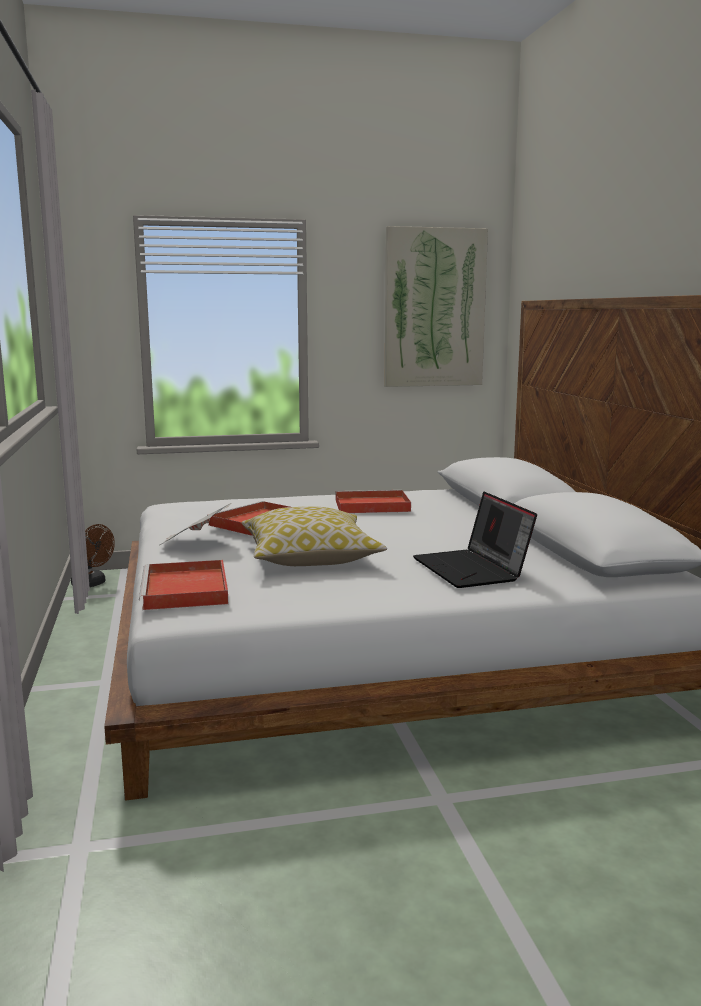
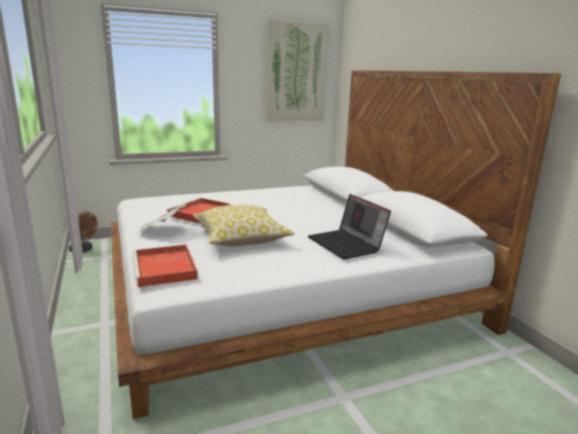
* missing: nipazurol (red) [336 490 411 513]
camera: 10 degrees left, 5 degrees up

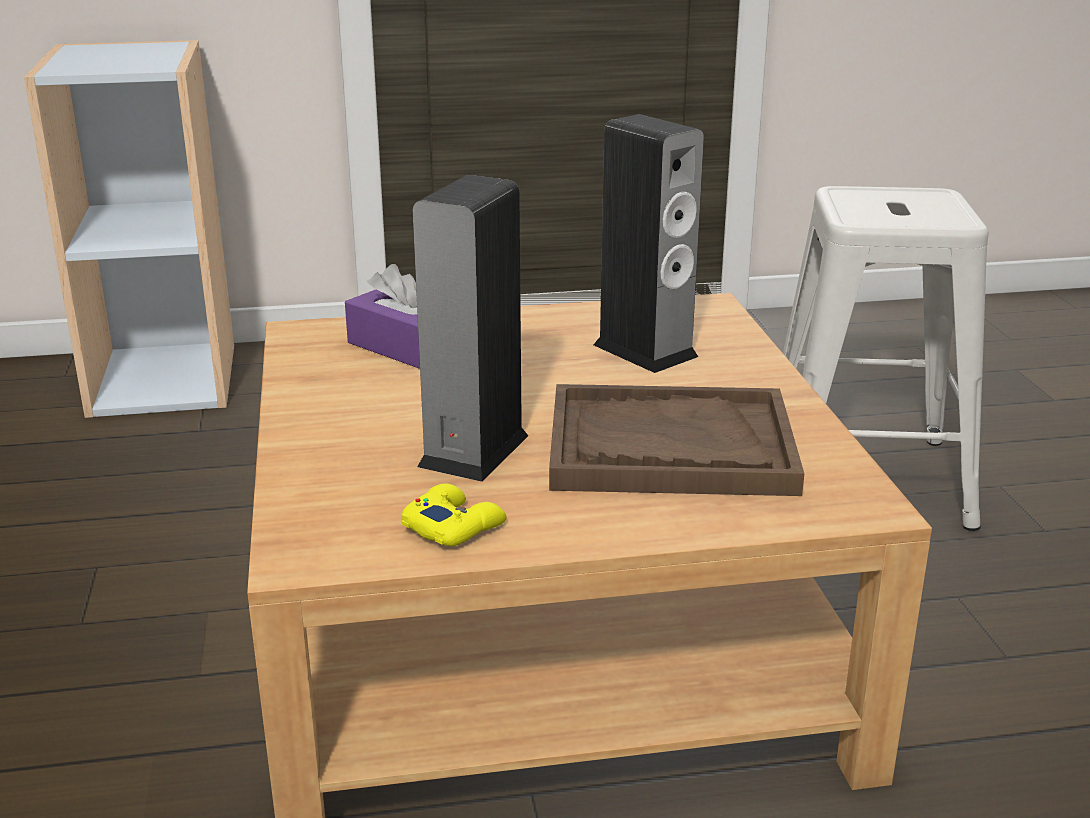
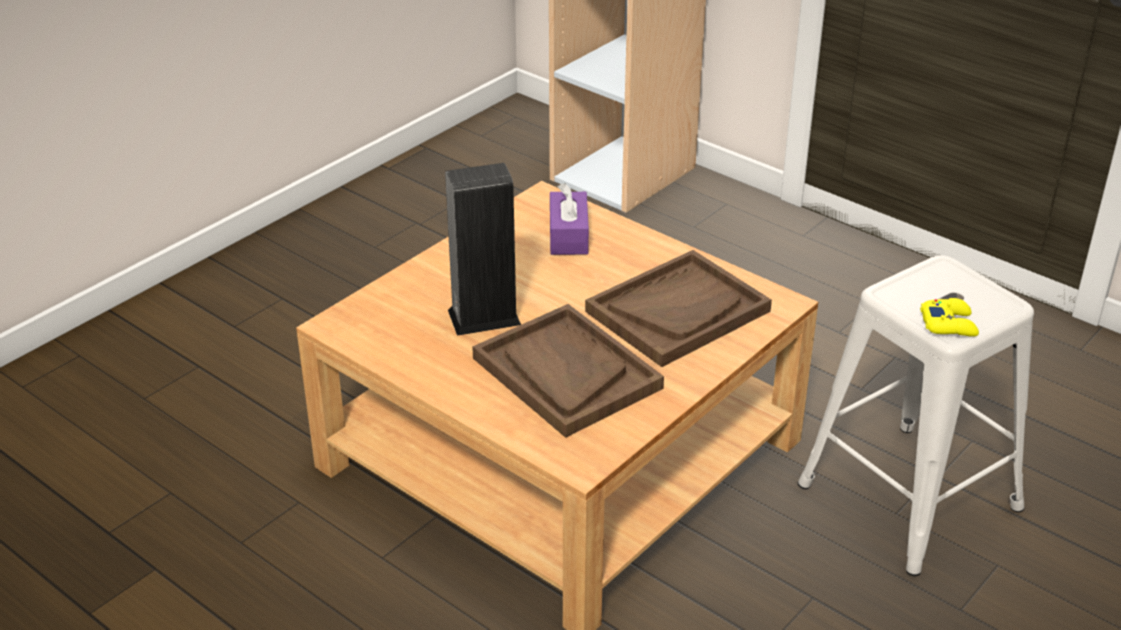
* exchanged: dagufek [593 114 704 373] to nipazurol (brown) [585 250 772 367]
* relocated: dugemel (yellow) [401 484 507 546] to [920 298 979 337]
camera: 50 degrees right, 10 degrees up

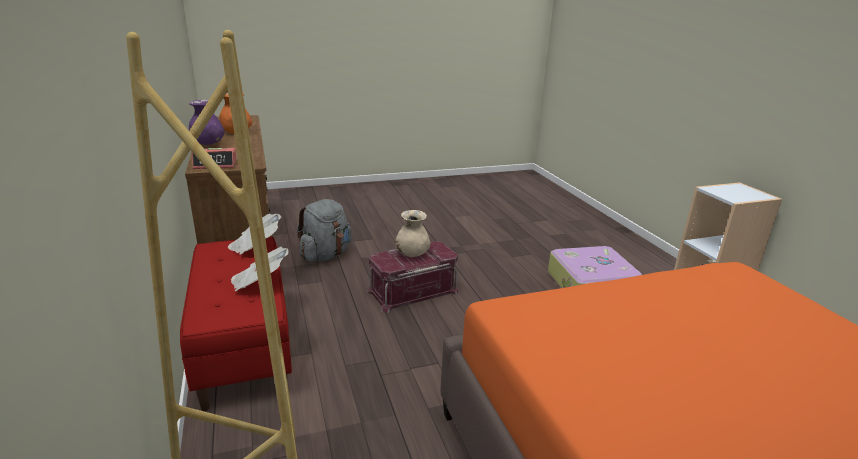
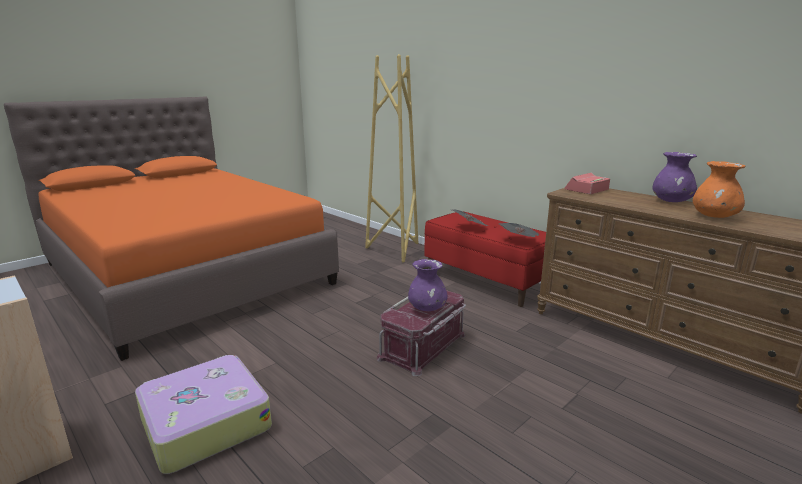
* colour: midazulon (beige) [395 210 430 257] to midazulon (purple) [408 259 448 311]
* missing: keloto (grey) [297 199 352 262]
camera: 155 degrees right, 5 degrees down

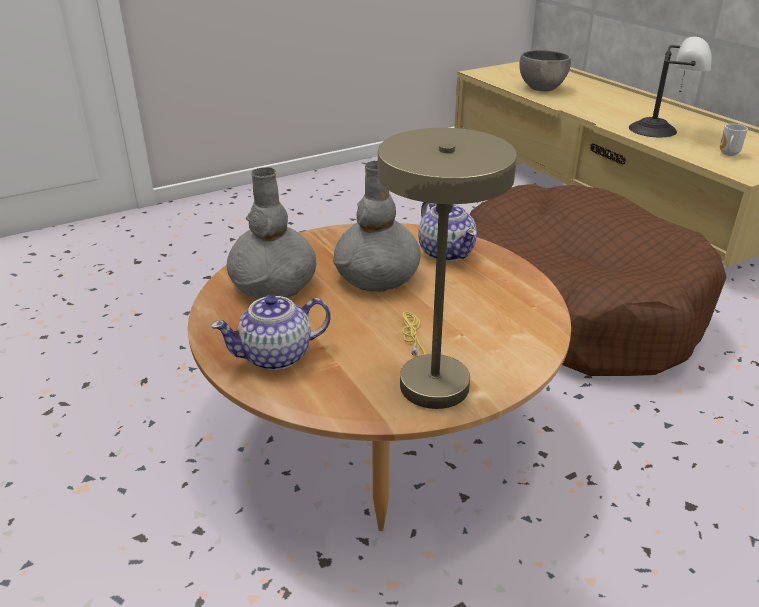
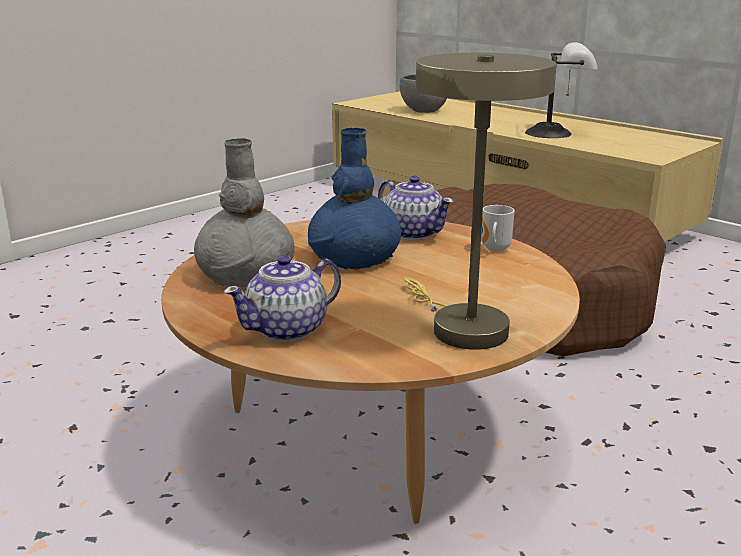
* colour: midazulon (grey) [333 161 421 292] to midazulon (blue) [308 128 401 270]
* relocated: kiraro [720 124 748 156] to [481 205 515 252]
camera: 15 degrees left, 10 degrees down

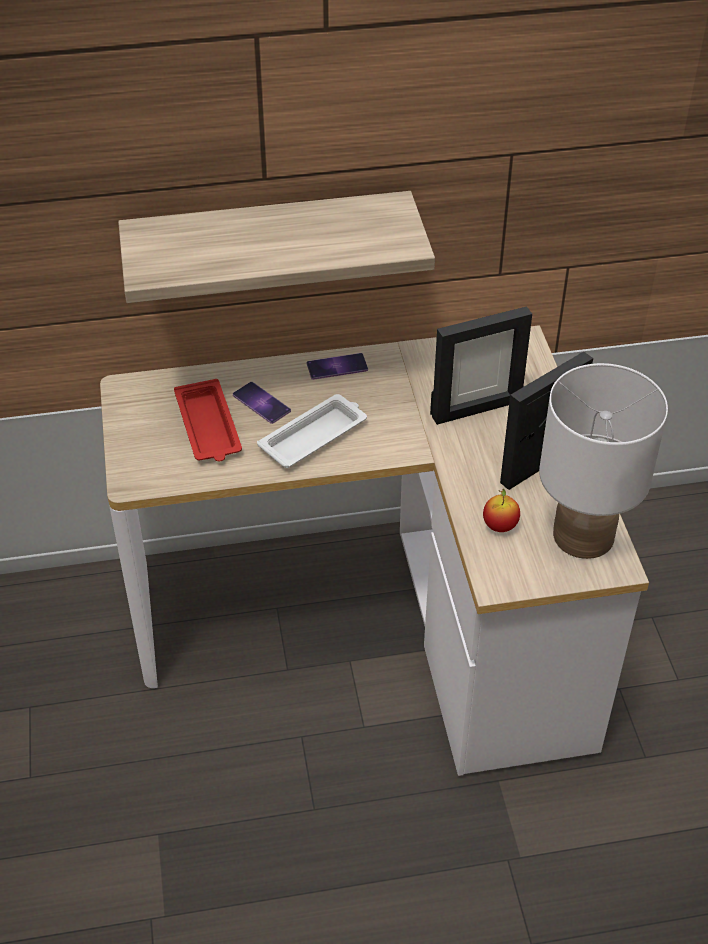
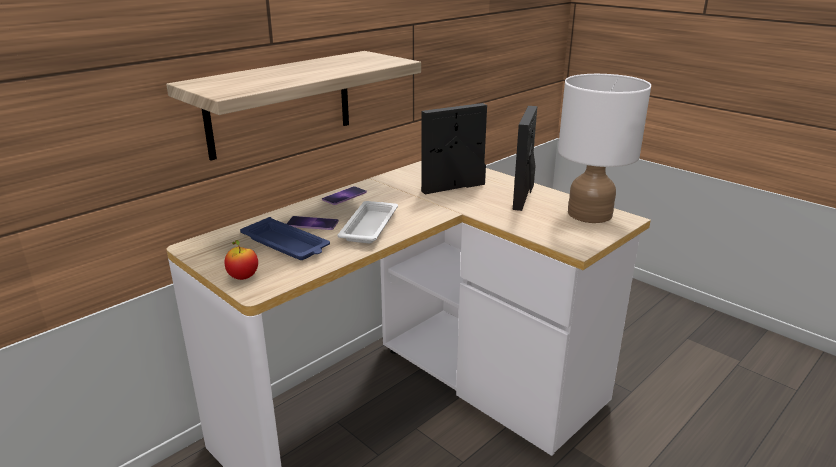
* relocated: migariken [483 489 520 532] to [225 240 258 280]
* colour: nipazurol (red) [174 379 242 462] to nipazurol (blue) [240 217 330 260]
* spun: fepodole [430 306 532 425] = [421 103 487 194] 150 degrees counterclockwise
camera: 35 degrees left, 20 degrees down

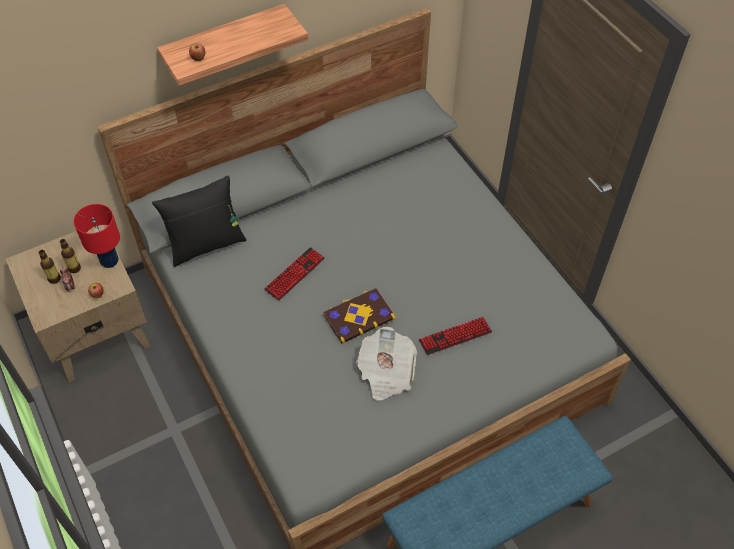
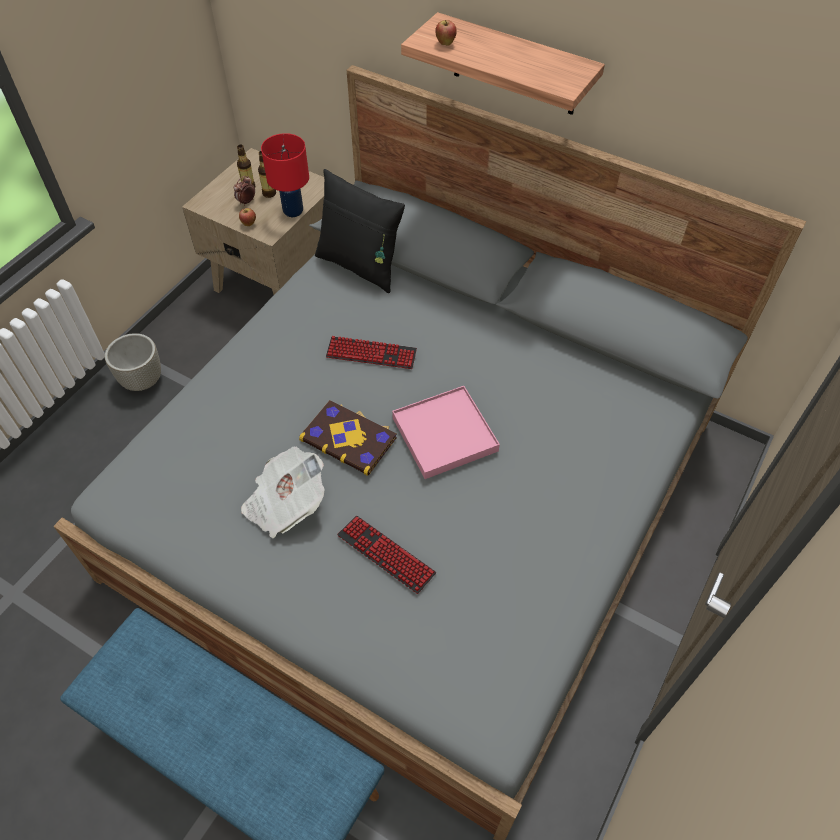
* appeared: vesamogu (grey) [105 333 161 391]
* appeared: nipazurol (pink) [392 386 500 479]
camera: 60 degrees right, 0 degrees up

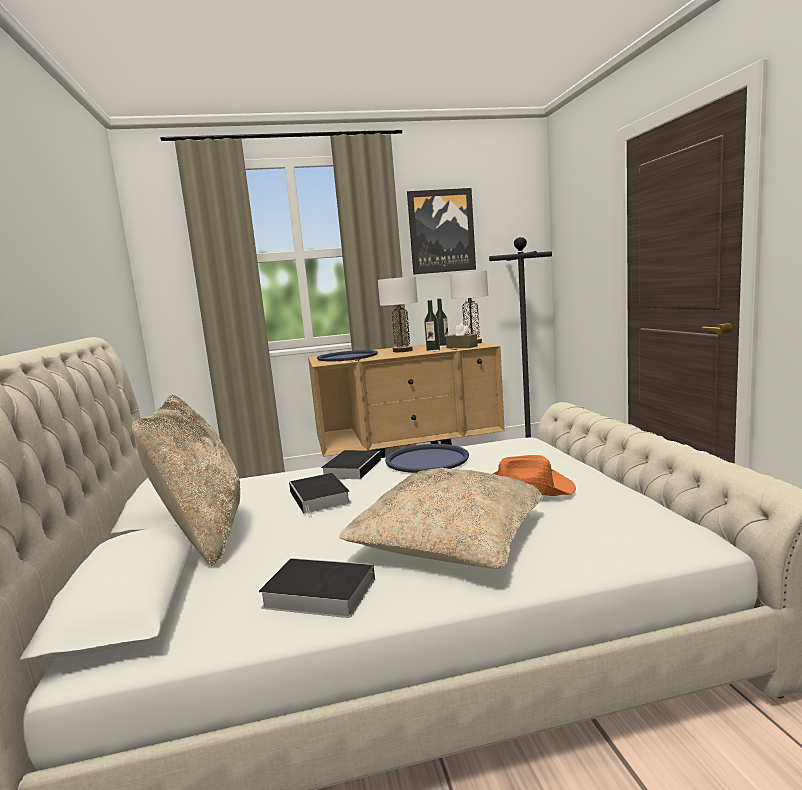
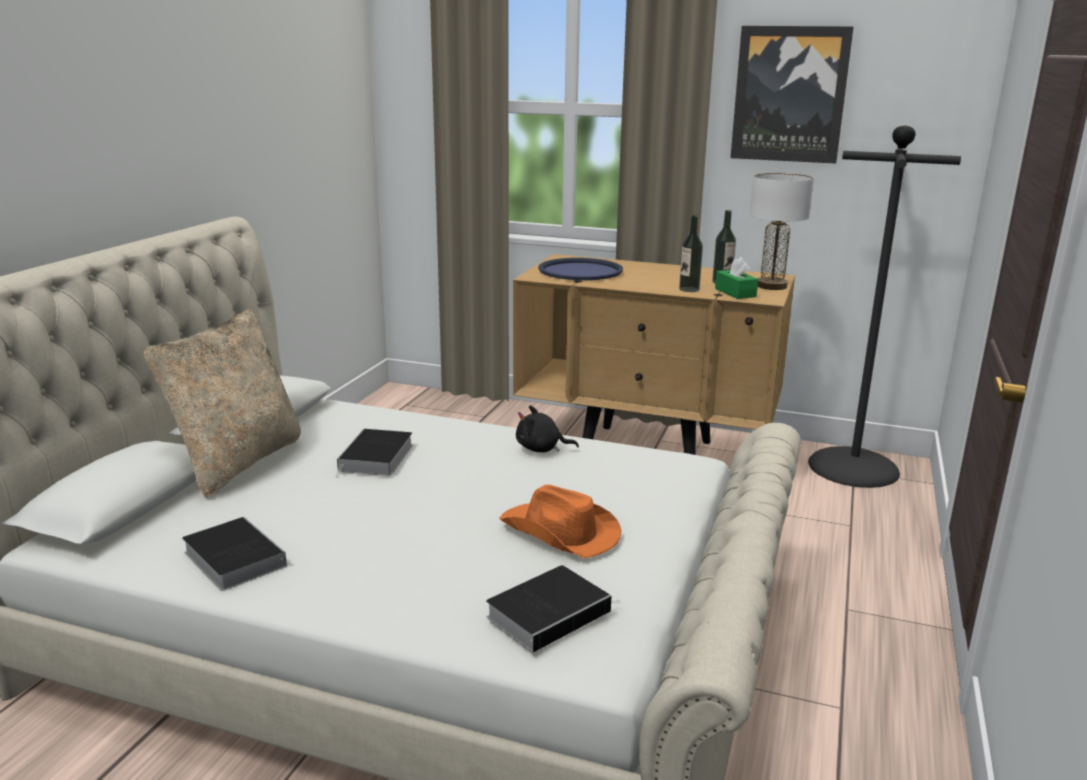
* relocated: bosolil [321 450 381 479] to [486 565 621 653]
* exchanged: nipazurol (blue) [385 444 469 473] to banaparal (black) [516 405 579 452]
* colour: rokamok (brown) [446 323 478 348] to rokamok (green) [715 257 758 299]
* missing: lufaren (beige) [339 468 543 569]
* missing: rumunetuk [378 276 418 352]
camera: 30 degrees right, 10 degrees up

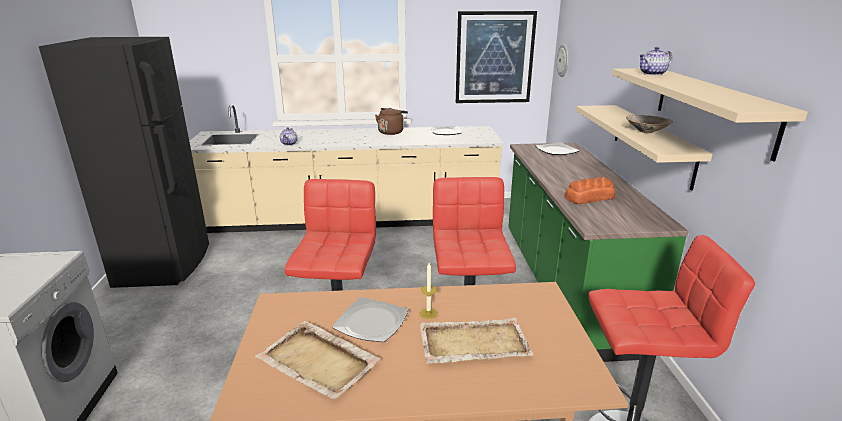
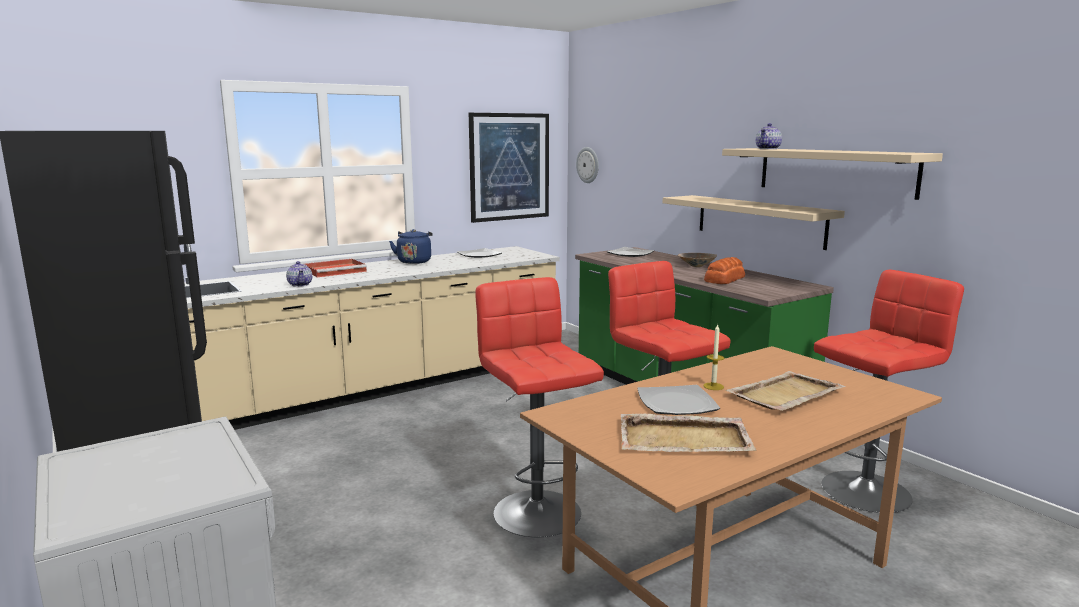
* appeared: nipazurol (red) [305 259 367 277]
* colour: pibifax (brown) [375 108 408 135] to pibifax (blue) [389 229 433 264]
* relocated: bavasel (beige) [626 115 673 133] to [678 253 717 267]
camera: 30 degrees left, 10 degrees down

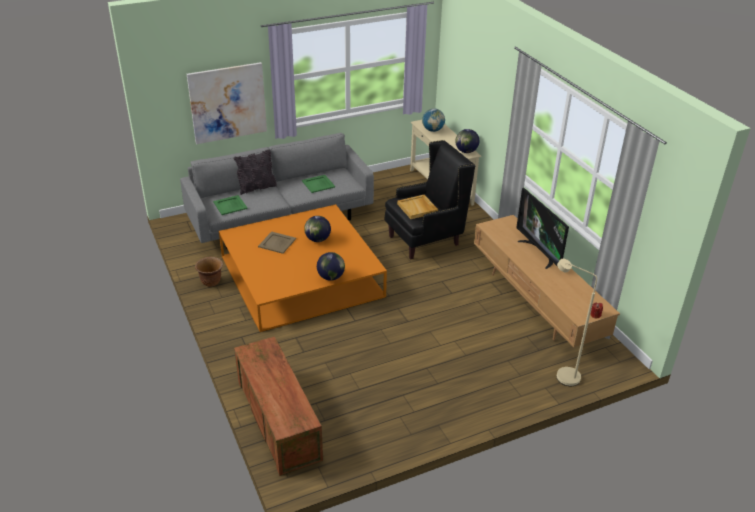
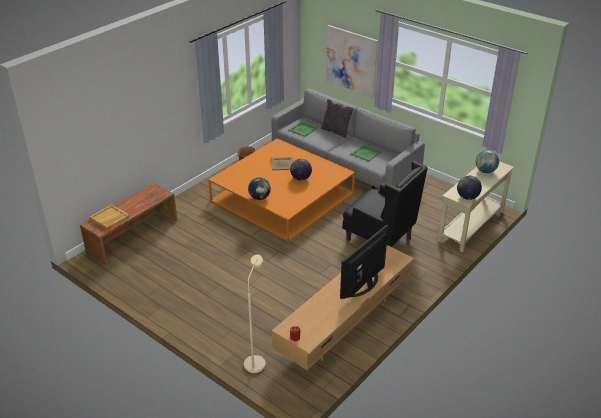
* relocated: nipazurol (beige) [397 195 438 219] to [89 204 130 231]
camera: 65 degrees right, 0 degrees up

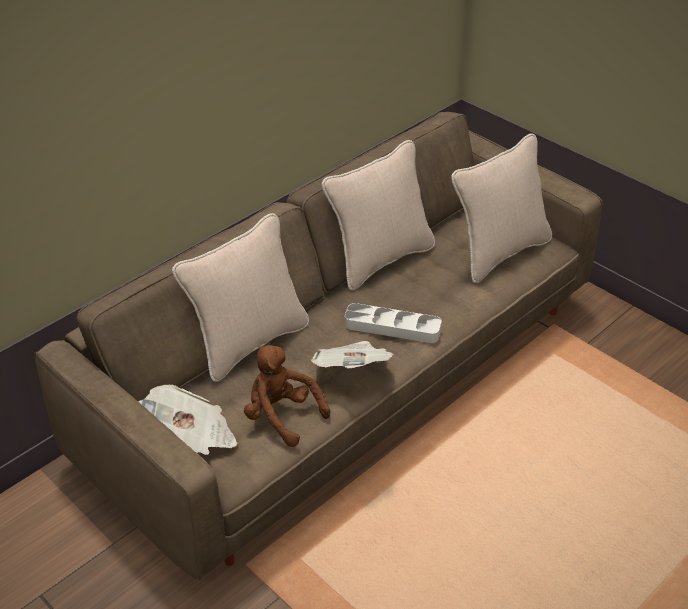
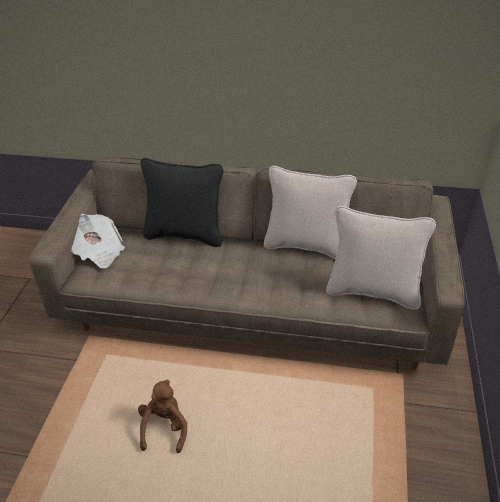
* relocated: banaparal (brown) [244 345 330 447] to [138 379 187 453]
* colour: lufaren (beige) [172 213 309 382] to lufaren (black) [141 158 223 247]
* missing: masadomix [311 341 394 369]
* missing: nipazurol (grey) [345 303 442 343]
camera: 55 degrees right, 0 degrees up

